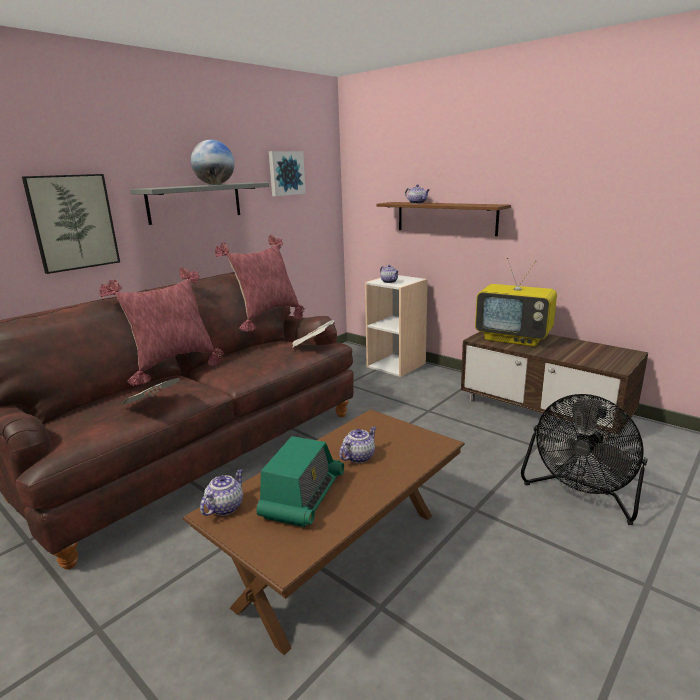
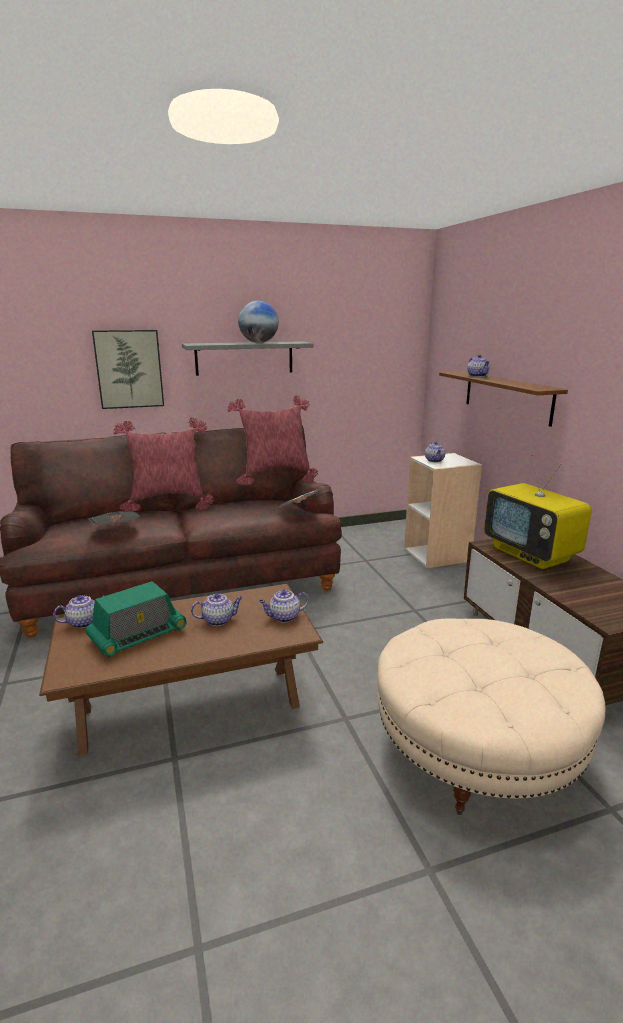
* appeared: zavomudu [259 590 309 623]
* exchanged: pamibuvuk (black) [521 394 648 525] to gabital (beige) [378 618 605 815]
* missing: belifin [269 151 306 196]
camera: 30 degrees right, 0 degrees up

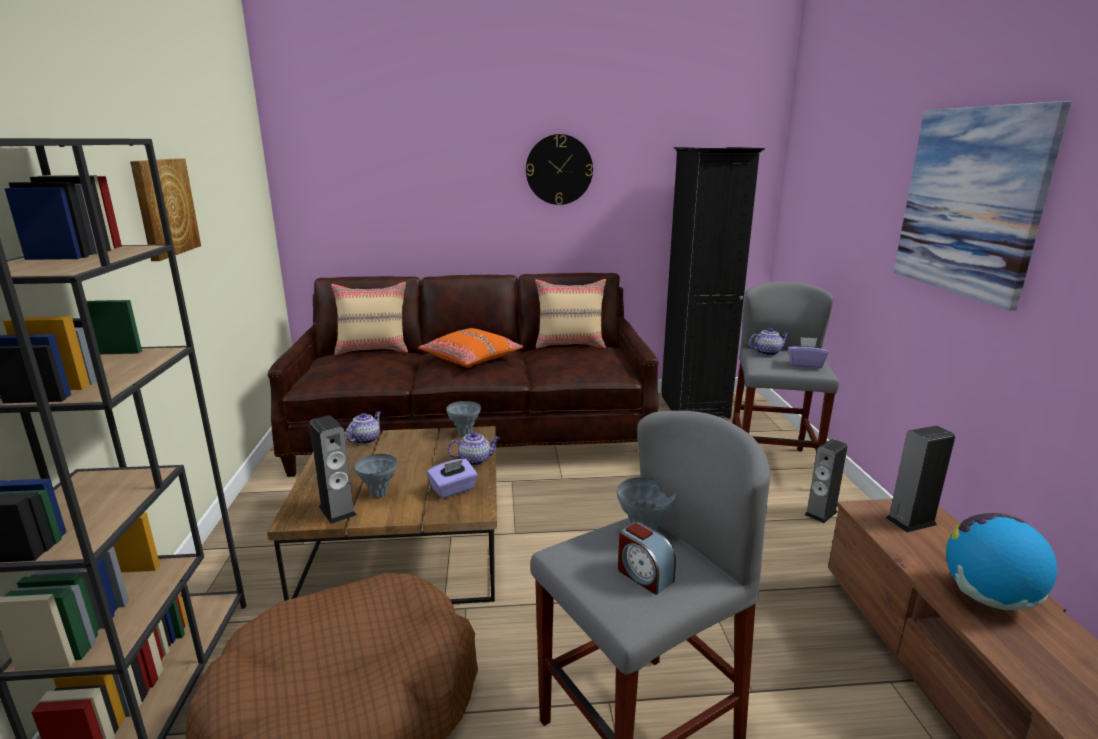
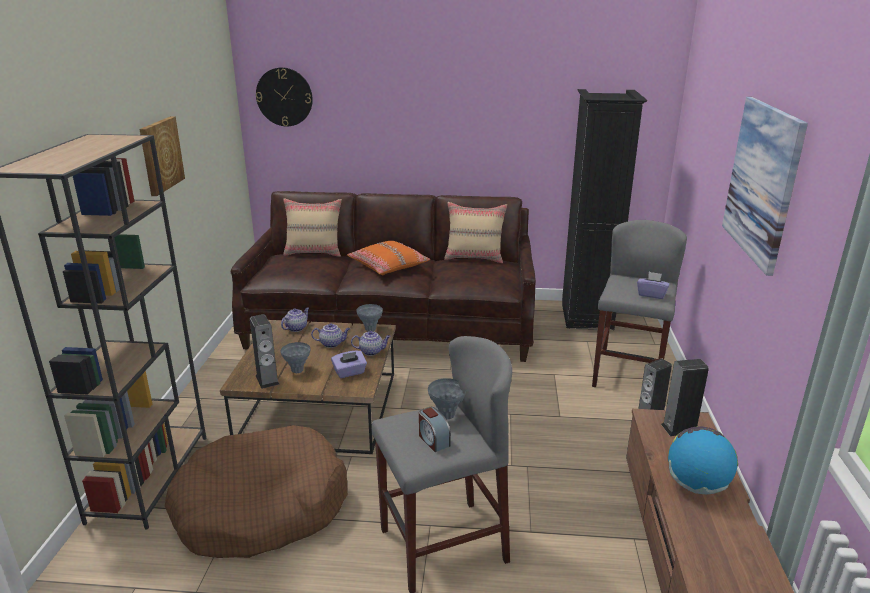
* relocated: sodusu [526 134 593 205] to [256 67 313 126]
* relocated: zavomudu [749 328 790 356] to [311 323 350 348]
camera: 10 degrees right, 5 degrees up

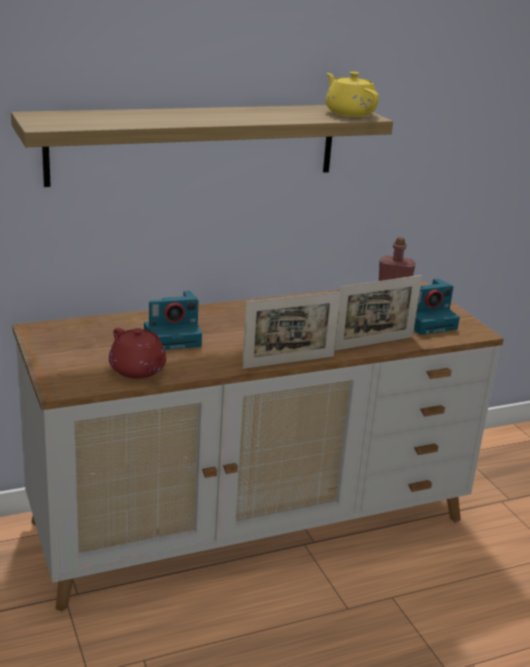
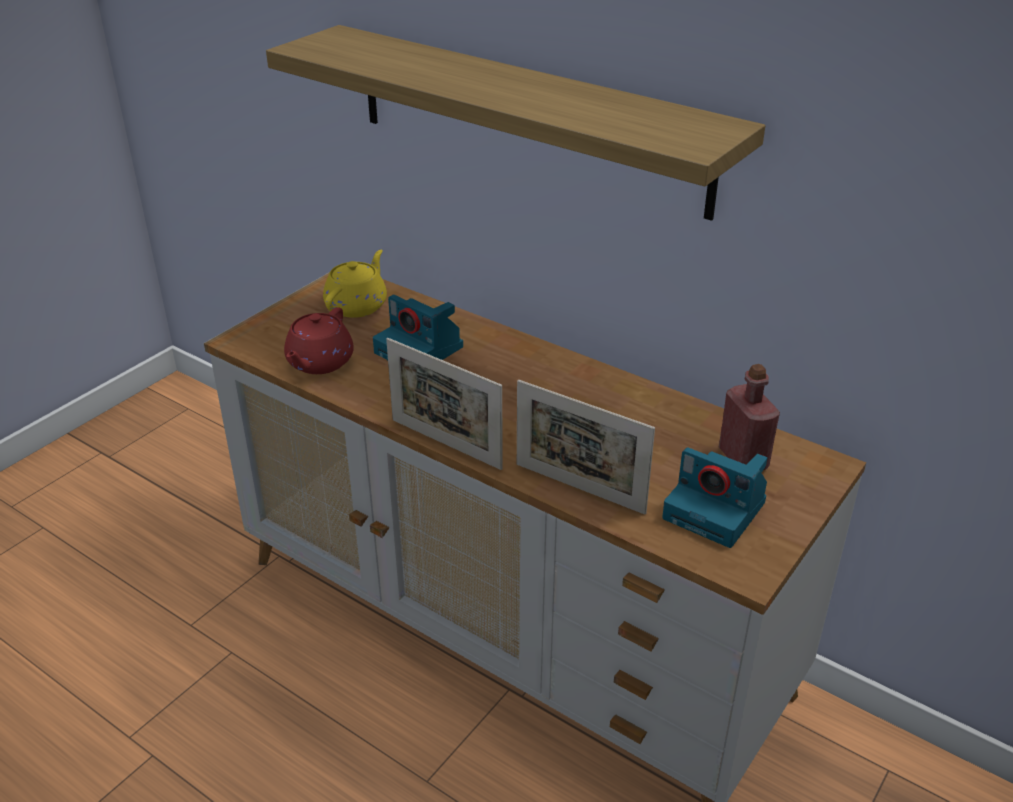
* relocated: zavomudu (yellow) [325 72 379 117] to [323 250 387 318]
camera: 60 degrees right, 10 degrees up

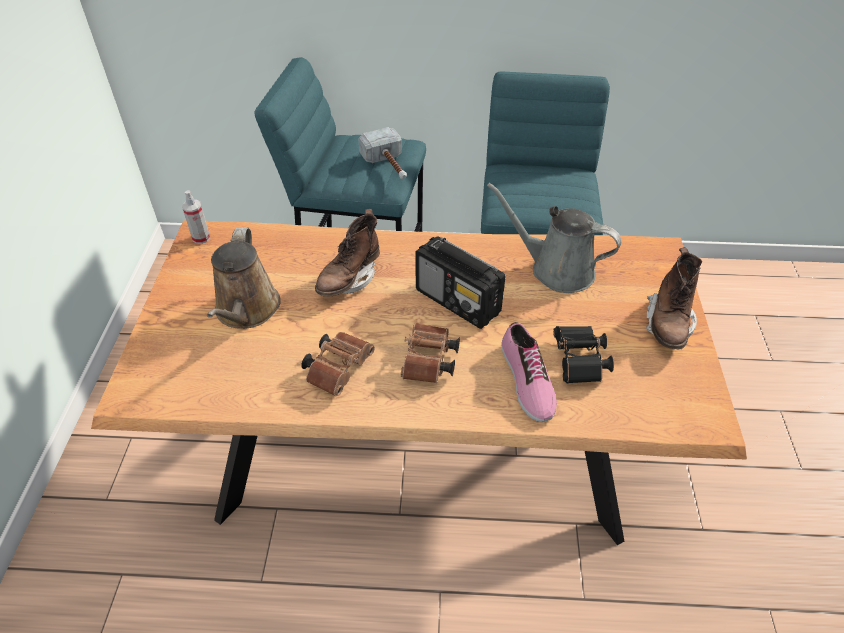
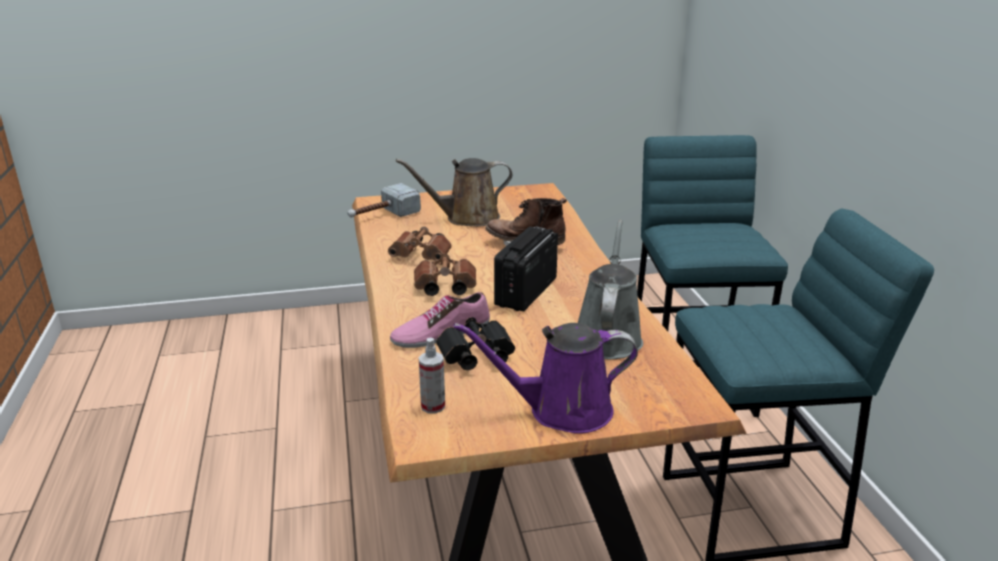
* relocated: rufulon [358 127 407 179] to [347 183 421 218]
* relocated: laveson [182 190 210 244] to [419 338 445 414]
* exchanged: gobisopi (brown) [646 247 702 350] to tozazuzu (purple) [454 323 638 434]
camera: 75 degrees right, 20 degrees down

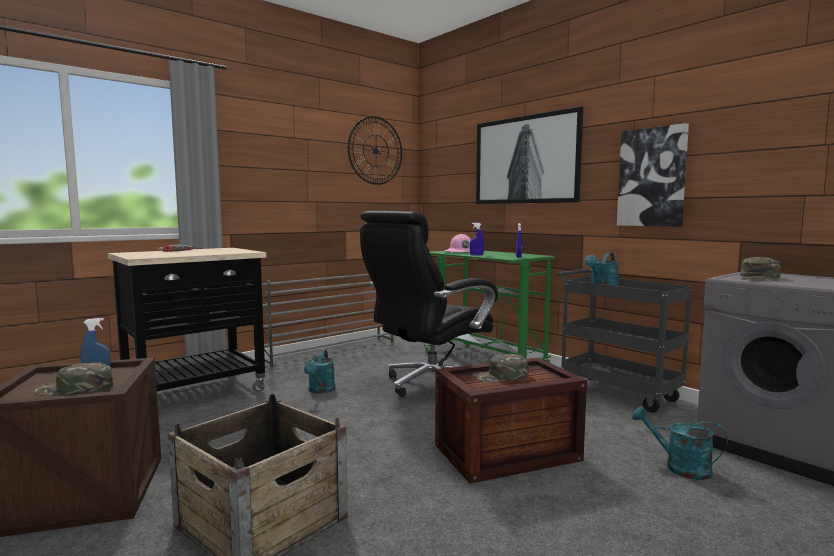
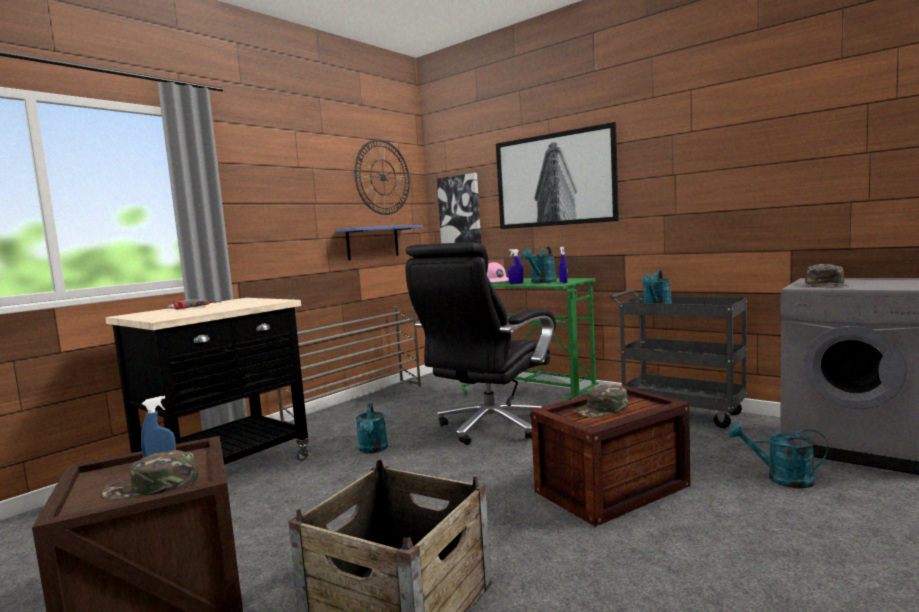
* appeared: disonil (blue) [336 225 423 260]
* relocated: belifin [617 123 689 227] to [437 173 481 244]
* appeared: tozazuzu (turquoise) [521 247 557 283]
camera: 10 degrees left, 0 degrees up

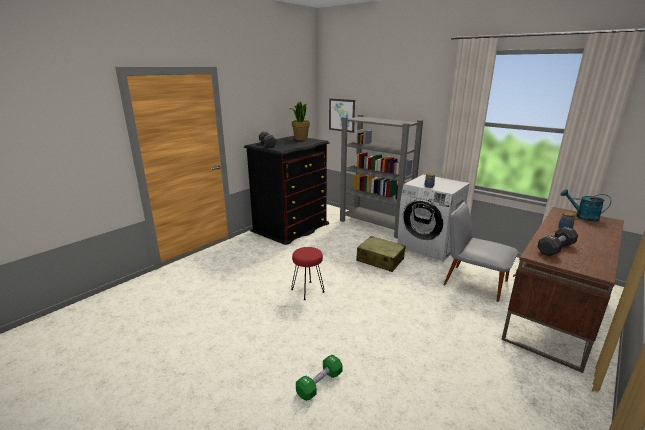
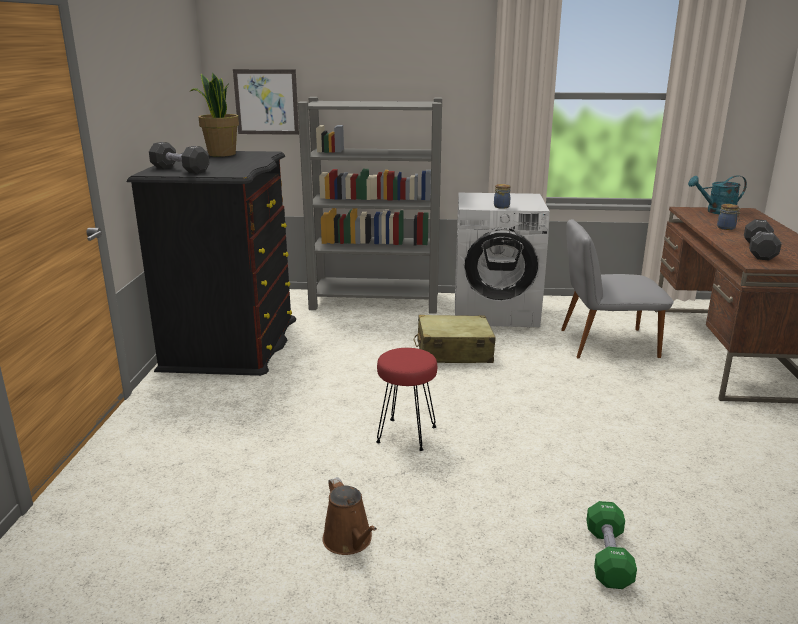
* appeared: tozazuzu (brown) [322 477 377 555]
camera: 35 degrees left, 0 degrees up

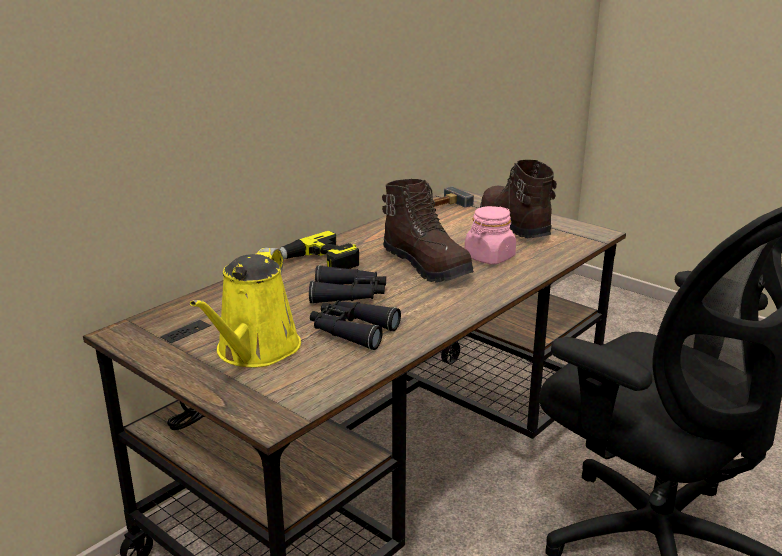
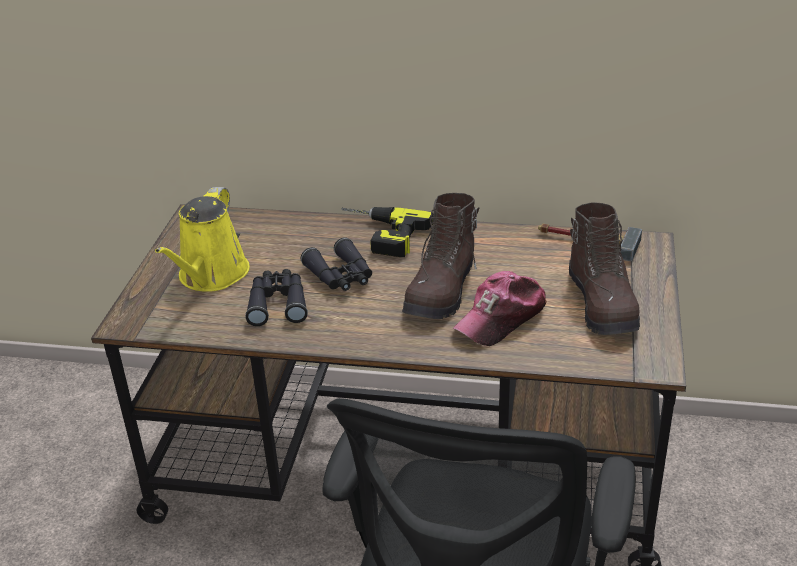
* spun: tozazuzu (yellow) [190 248 301 368] = [155 187 250 292] 60 degrees counterclockwise
* exchanged: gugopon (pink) [465 206 516 265] to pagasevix [453 271 547 346]
* spun: gobisopi (brown) [480 160 557 238] = [569 202 640 335] 135 degrees clockwise
camera: 60 degrees right, 10 degrees up

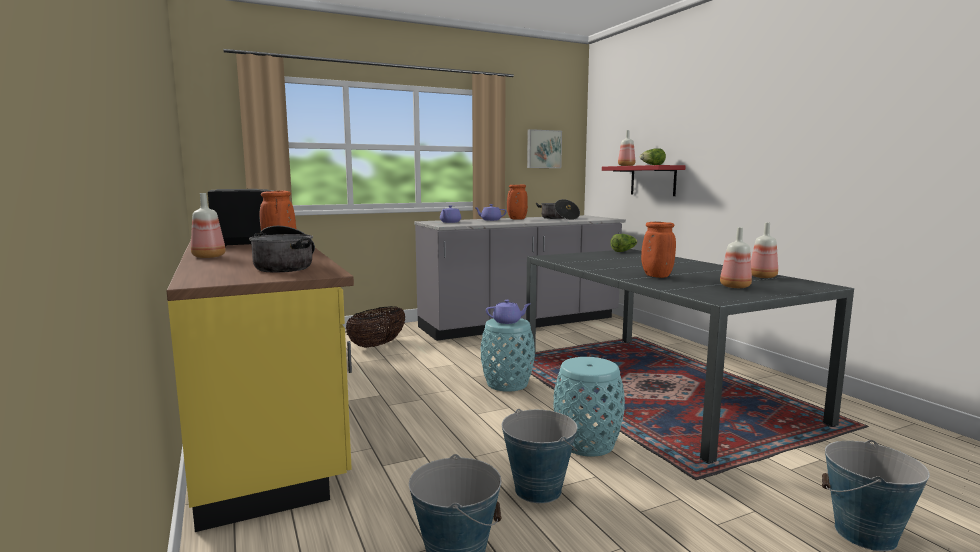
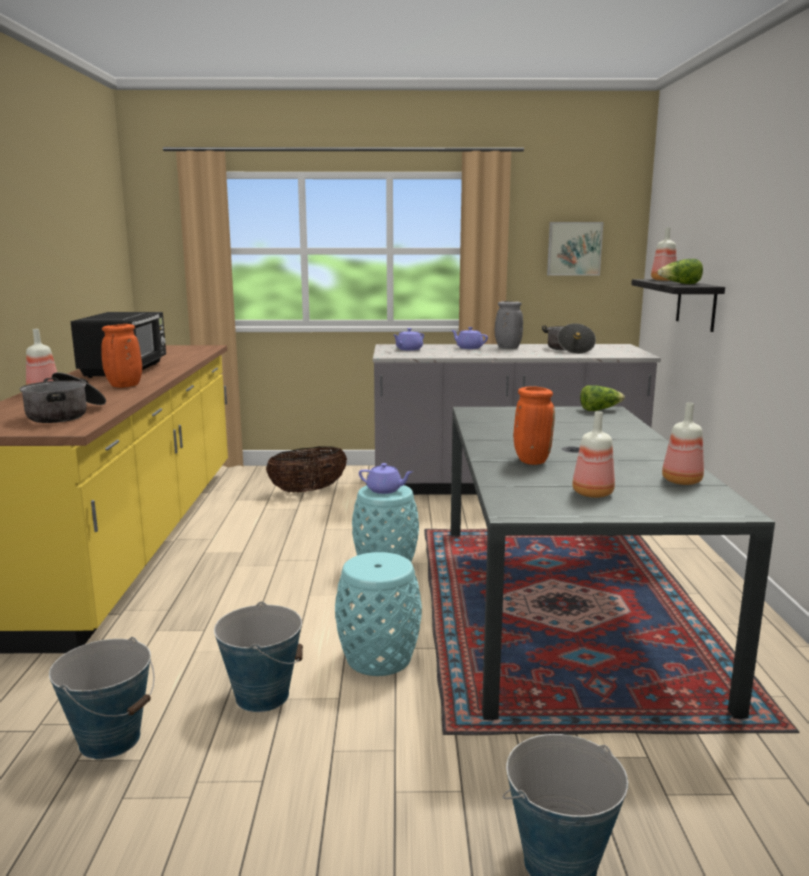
* colour: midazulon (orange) [507 184 528 220] to midazulon (grey) [495 301 523 349]
* colour: disonil (red) [602 165 686 196] to disonil (black) [631 279 725 332]
camera: 25 degrees right, 5 degrees up

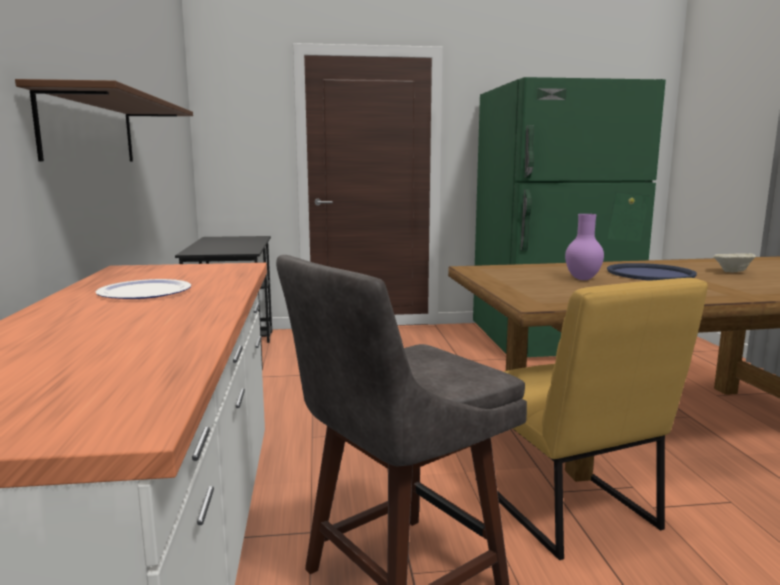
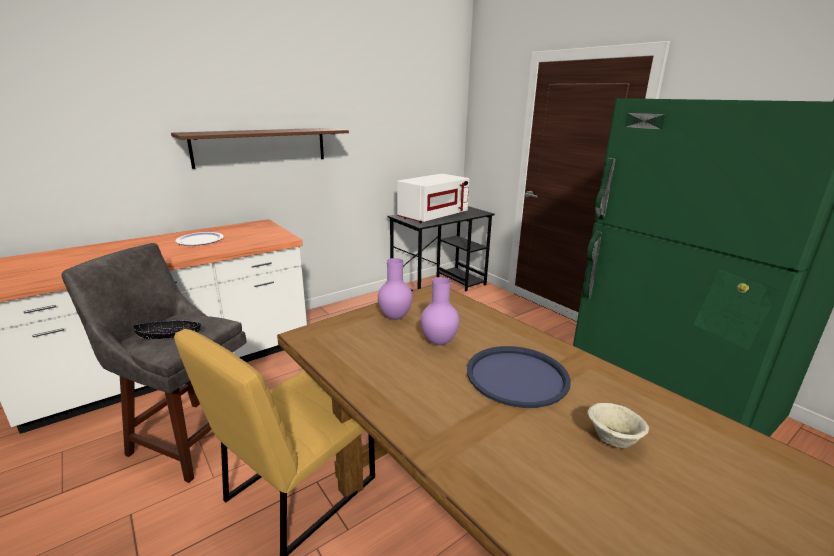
* appeared: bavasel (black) [133 321 201 339]
* appeared: midazulon (purple) [378 258 413 320]
* appeared: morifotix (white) [397 174 470 223]
camera: 60 degrees right, 10 degrees up

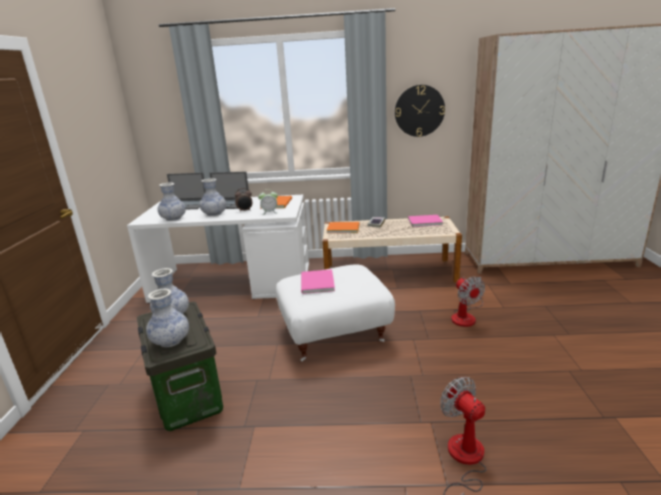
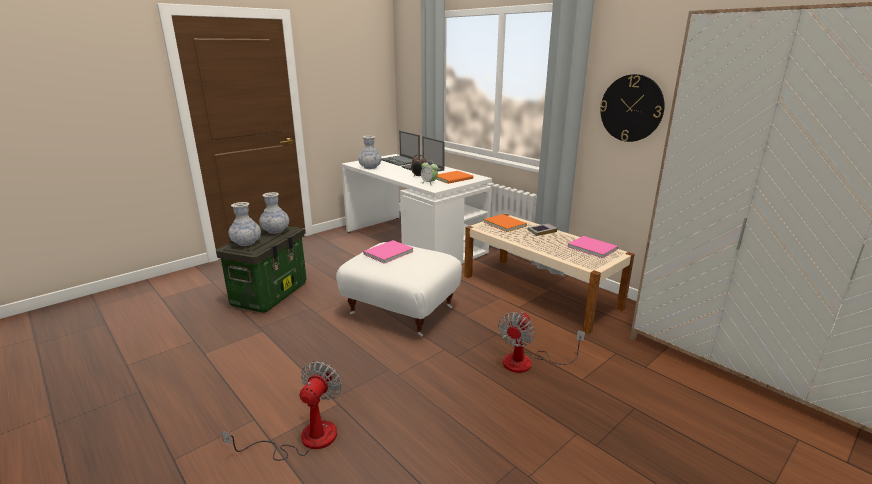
* missing: midazulon [200 178 226 216]
camera: 45 degrees right, 0 degrees up

